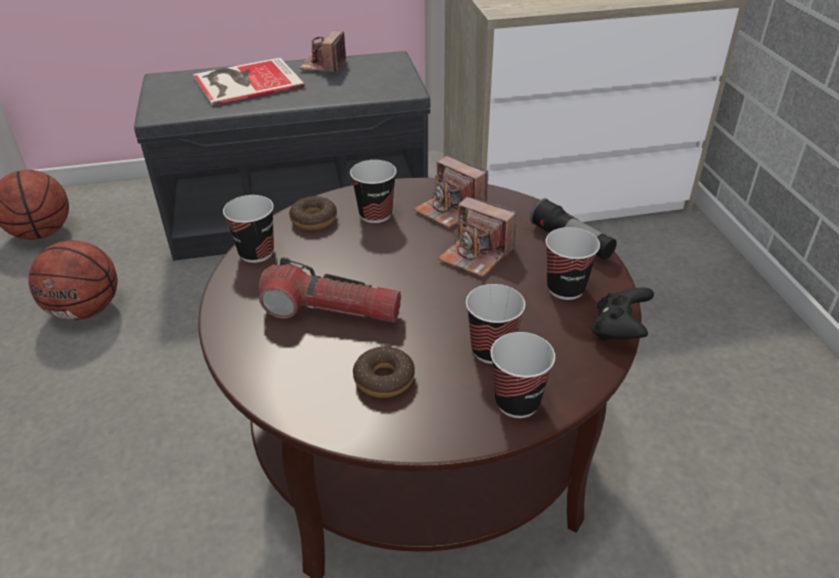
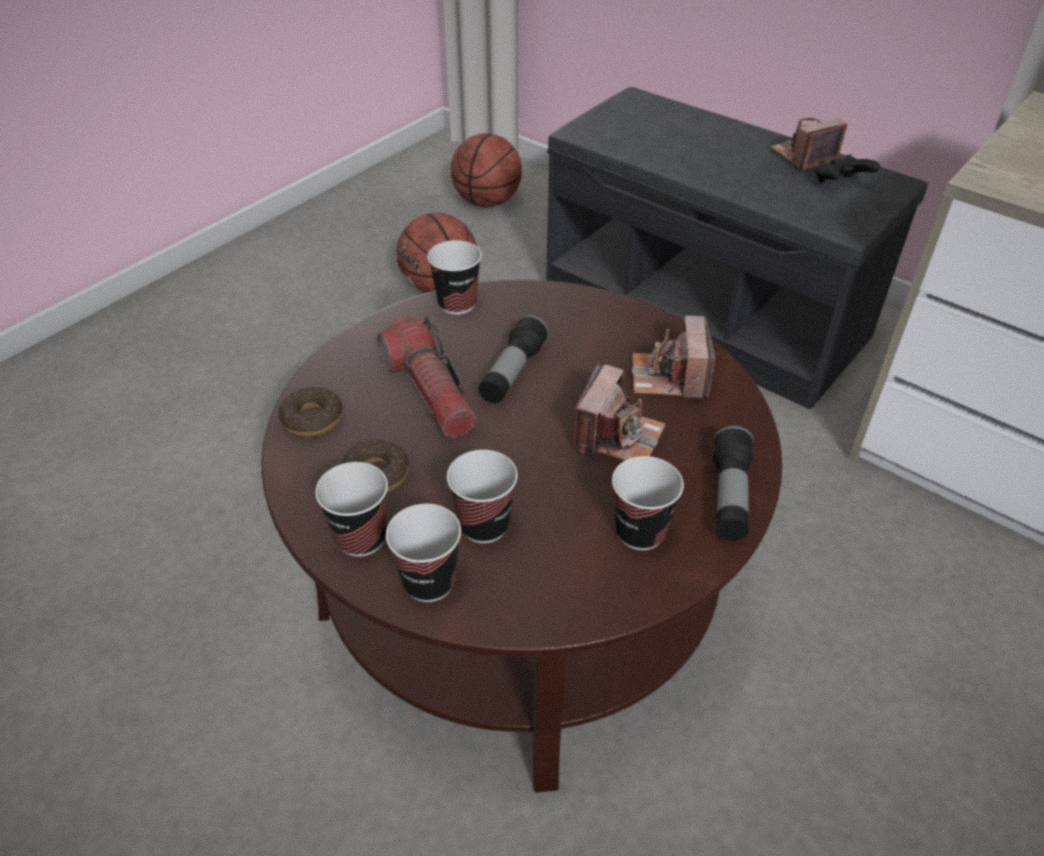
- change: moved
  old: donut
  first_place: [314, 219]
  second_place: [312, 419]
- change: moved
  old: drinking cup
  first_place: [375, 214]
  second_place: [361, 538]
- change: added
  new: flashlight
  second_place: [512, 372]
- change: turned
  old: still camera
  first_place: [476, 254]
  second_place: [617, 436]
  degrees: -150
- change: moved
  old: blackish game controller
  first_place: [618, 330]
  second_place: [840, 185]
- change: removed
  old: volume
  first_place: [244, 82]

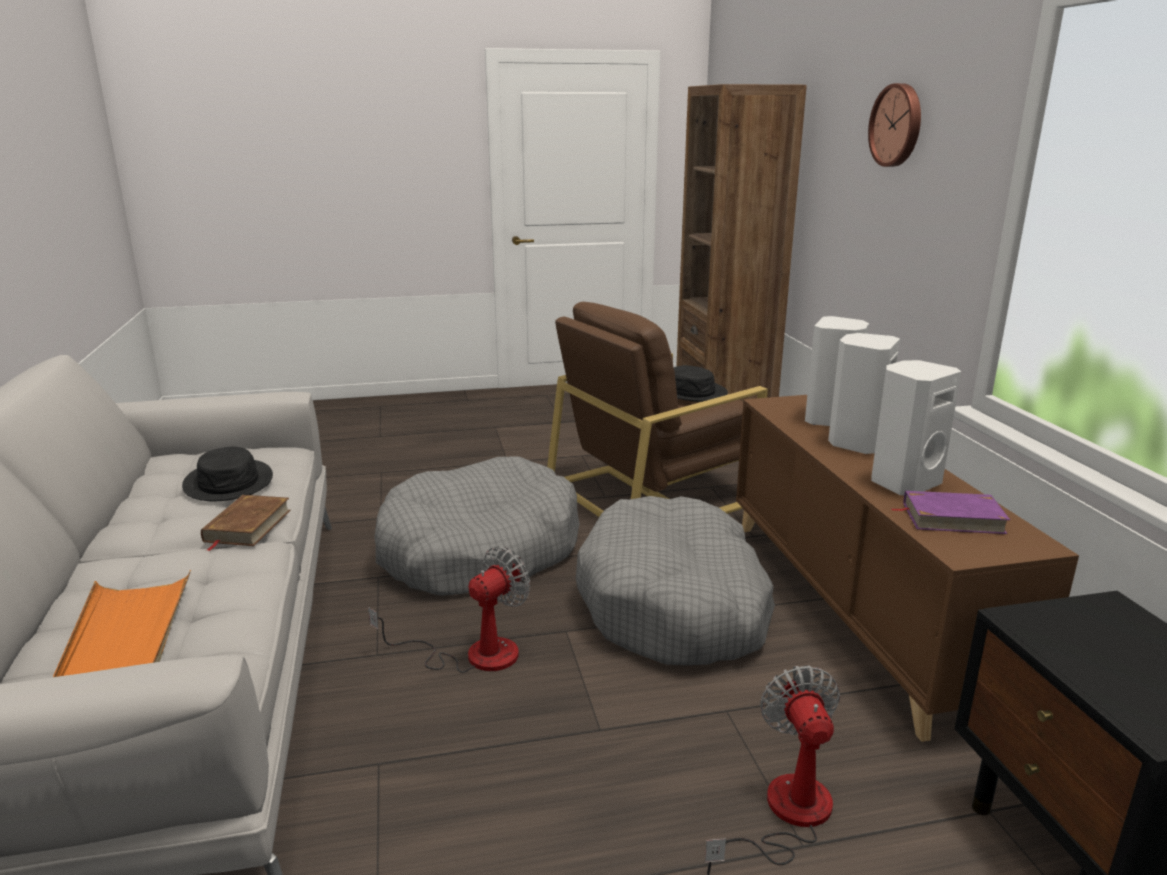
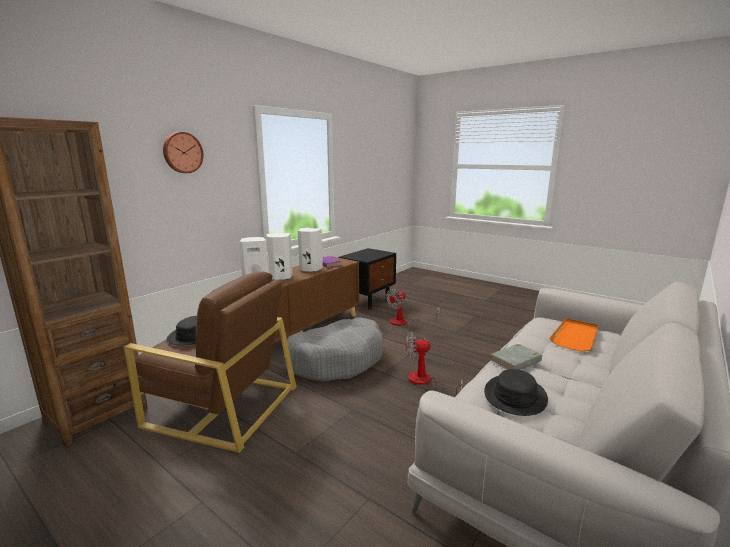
- change: recoloured
  old: brown volume
  new: greyish volume
  first_place: [247, 526]
  second_place: [516, 361]
- change: removed
  old: greyish pet bed
  first_place: [479, 550]

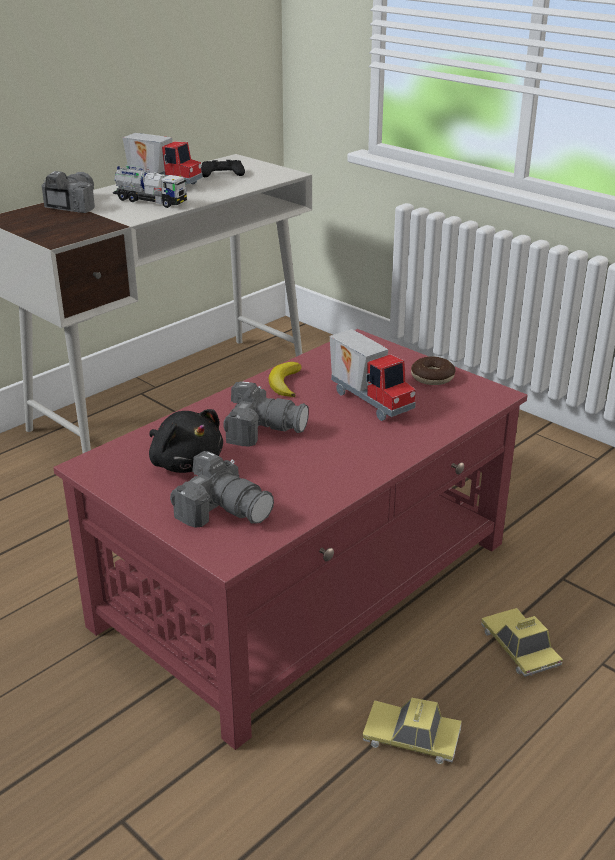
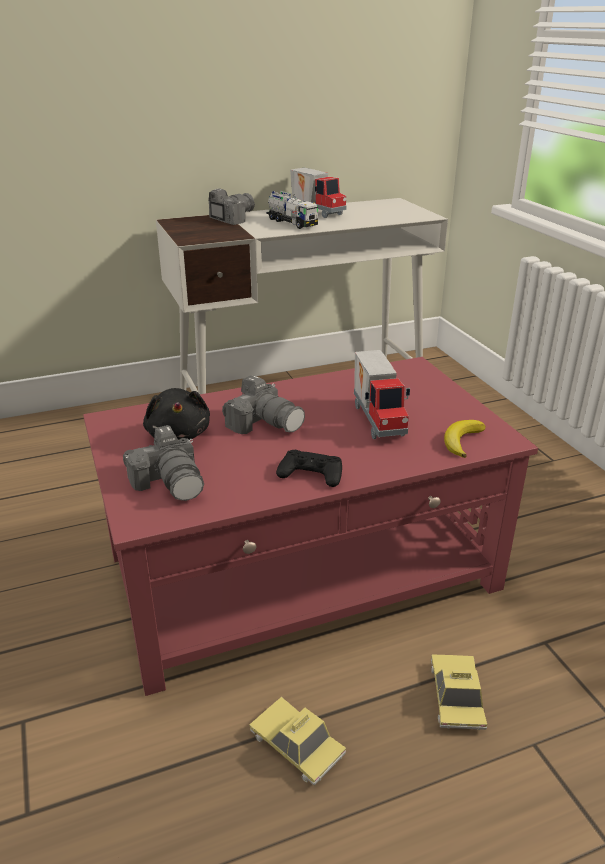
- change: moved
  old: blackish game controller
  first_place: [222, 174]
  second_place: [311, 474]
- change: moved
  old: whole banana
  first_place: [284, 383]
  second_place: [461, 441]
- change: removed
  old: donut
  first_place: [432, 377]

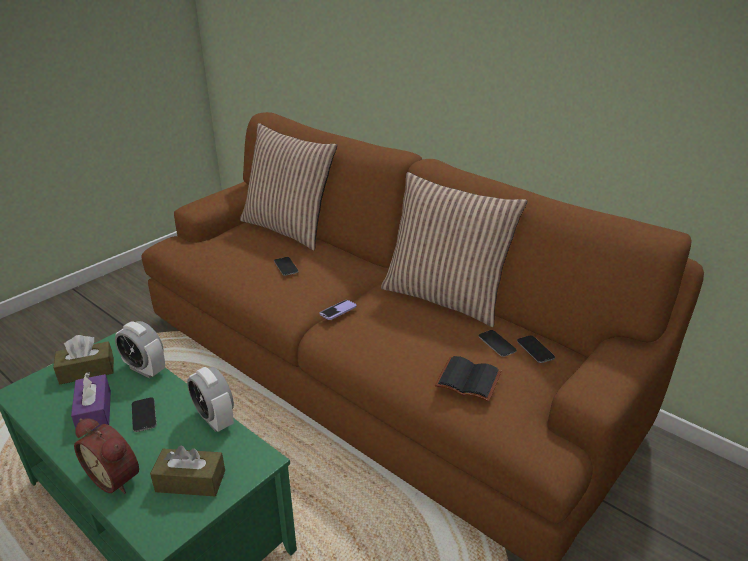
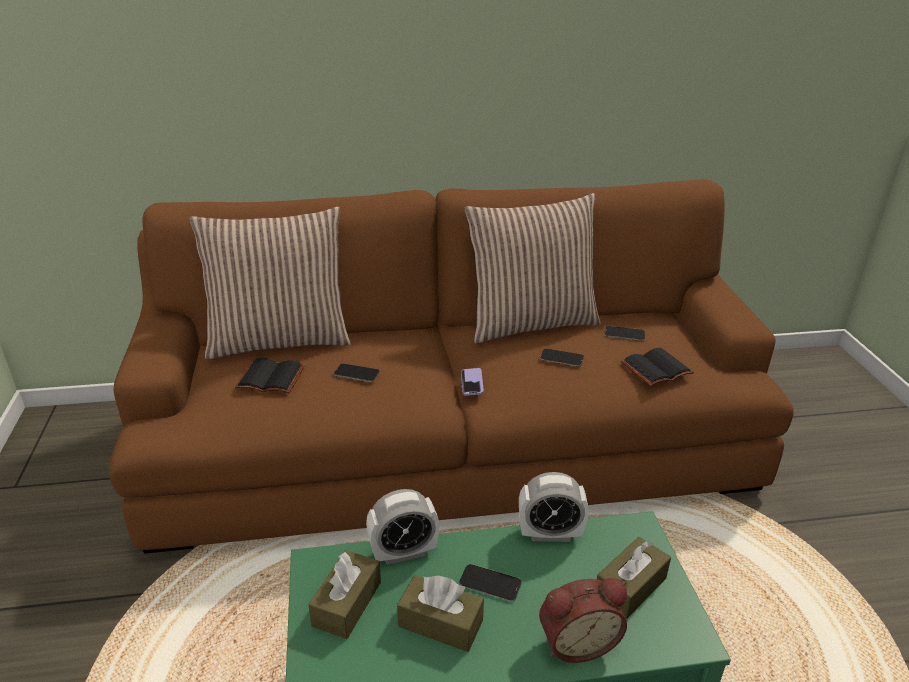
- change: added
  new: blackish volume
  second_place: [272, 377]
- change: recoloured
  old: purple tissue holder
  new: brown tissue holder
  first_place: [94, 411]
  second_place: [440, 623]
- change: moved
  old: phone
  first_place: [535, 350]
  second_place: [562, 358]

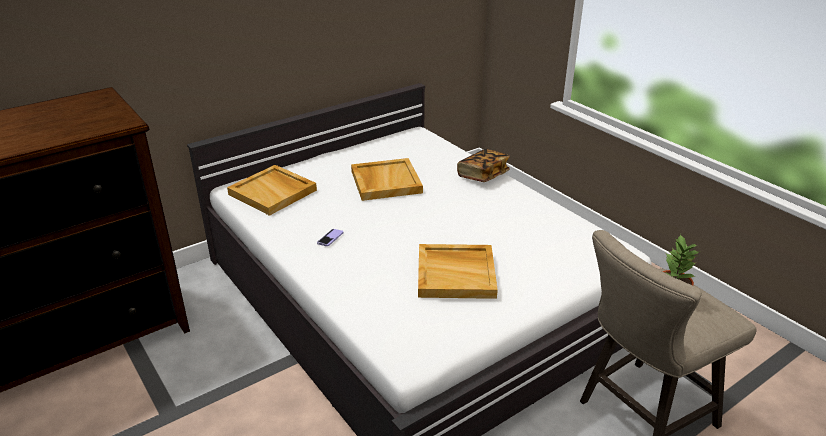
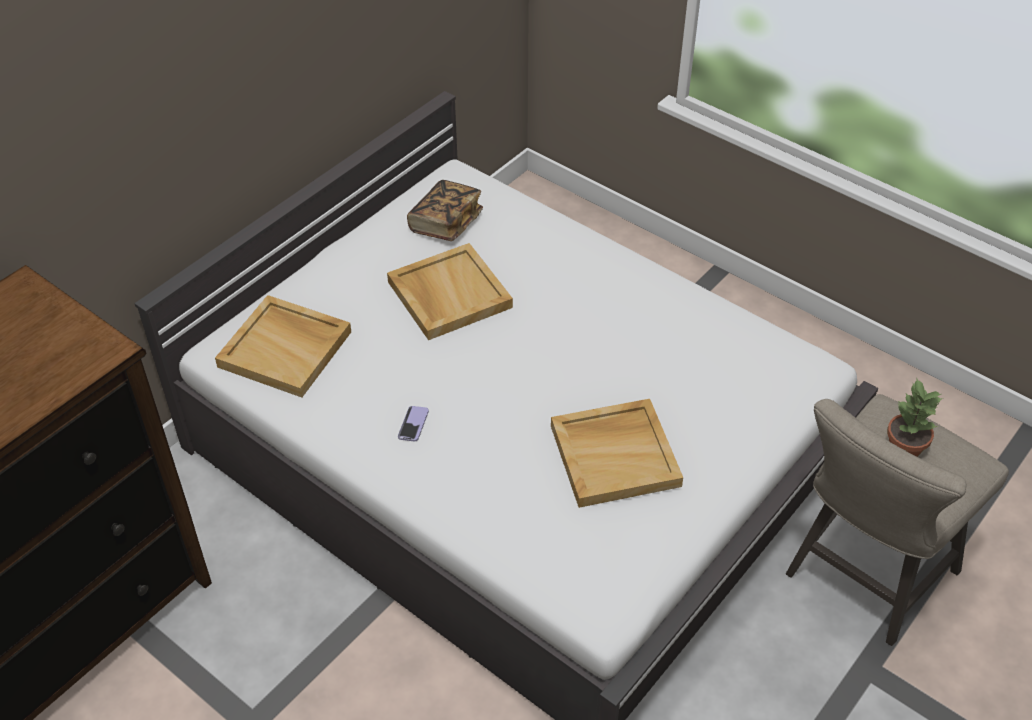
- change: moved
  old: volume
  first_place: [483, 175]
  second_place: [445, 223]

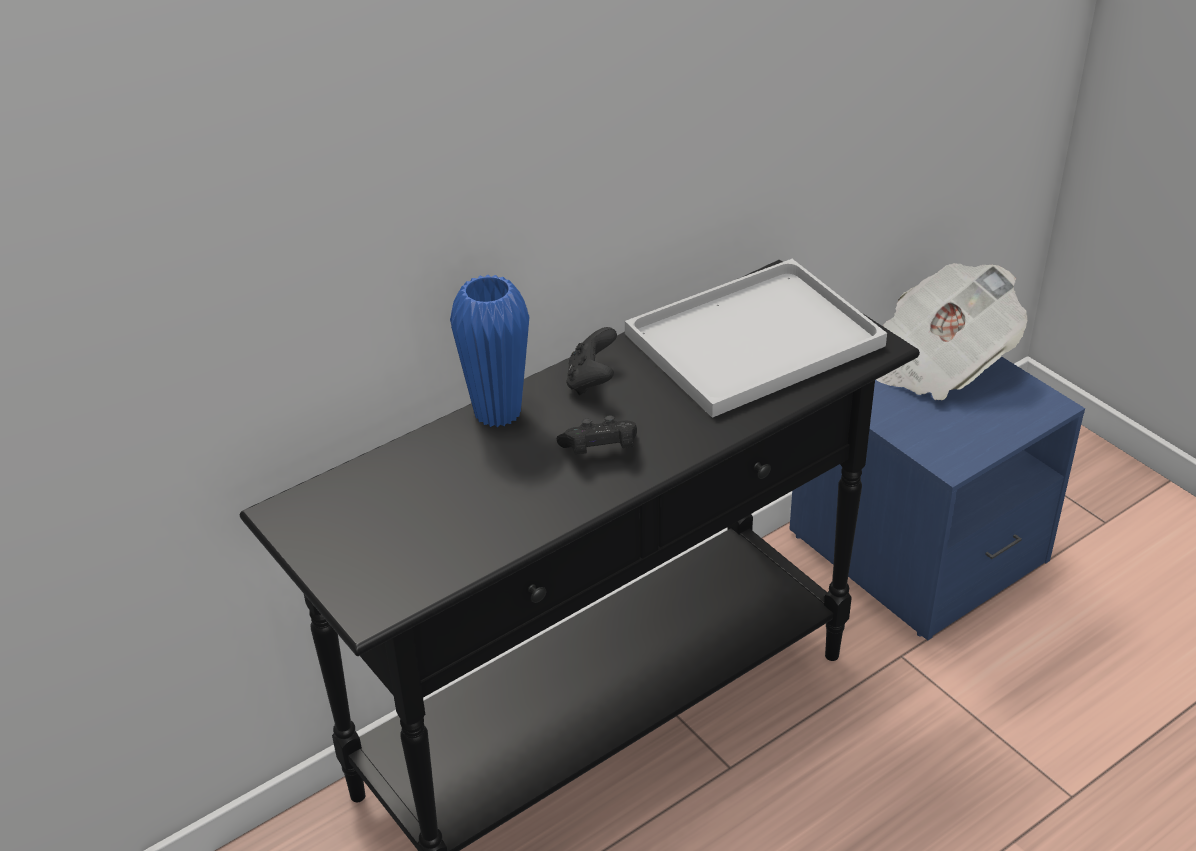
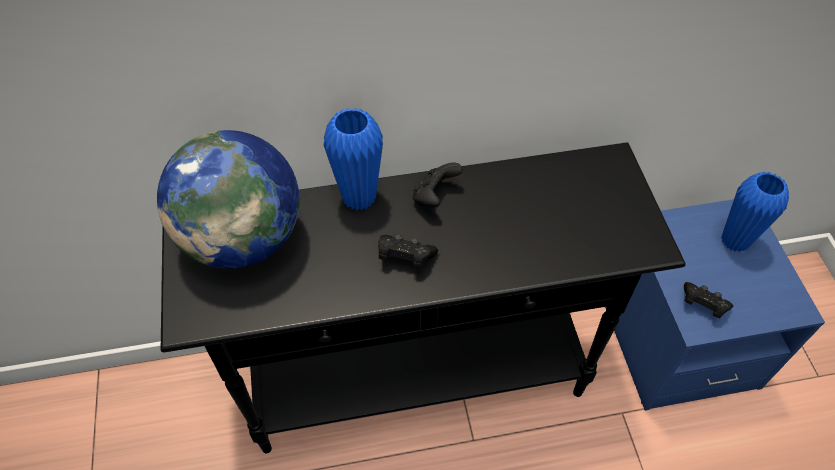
- change: added
  new: world globe
  second_place: [243, 238]
- change: added
  new: blackish game controller
  second_place: [702, 305]
- change: replaced
  old: printed paper
  new: blue decorative vase
  first_place: [939, 363]
  second_place: [735, 240]
- change: removed
  old: whitish carrying tray
  first_place: [756, 337]

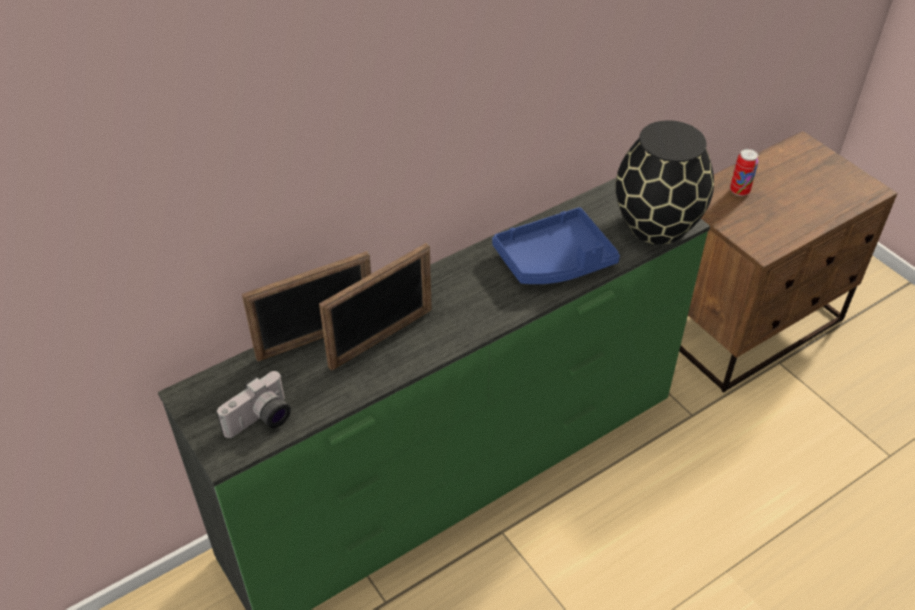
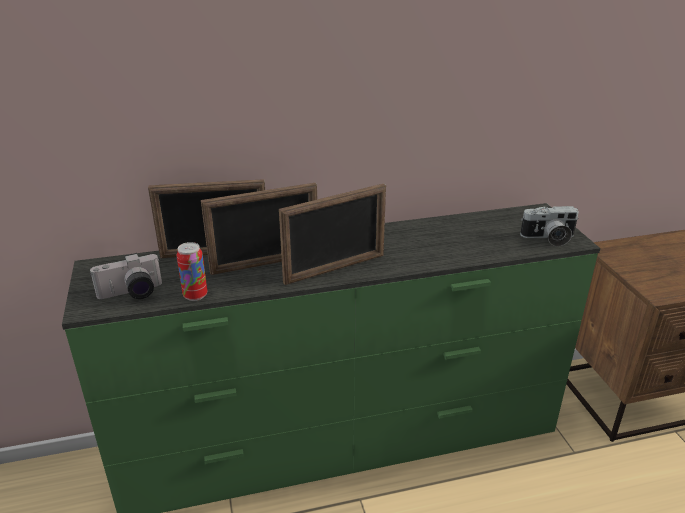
- change: moved
  old: can
  first_place: [739, 191]
  second_place: [195, 295]
- change: added
  new: photo frame
  second_place: [335, 269]
- change: replaced
  old: blackish decorative vase
  new: still camera
  first_place: [657, 224]
  second_place: [548, 238]
- change: removed
  old: blue carrying tray
  first_place: [555, 261]

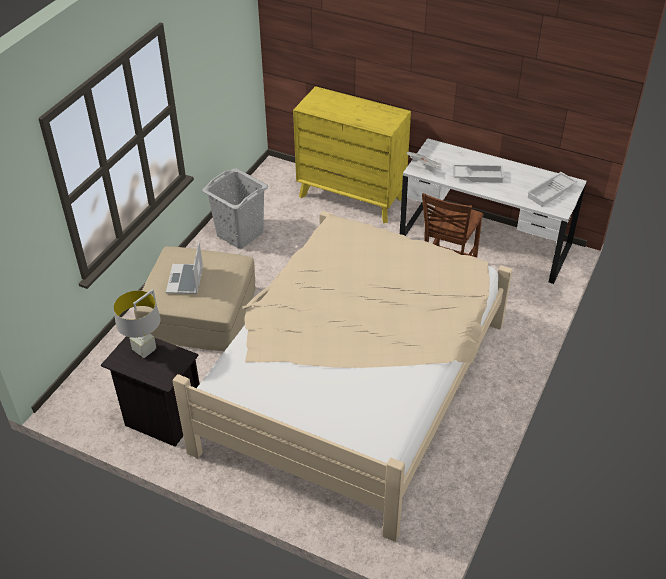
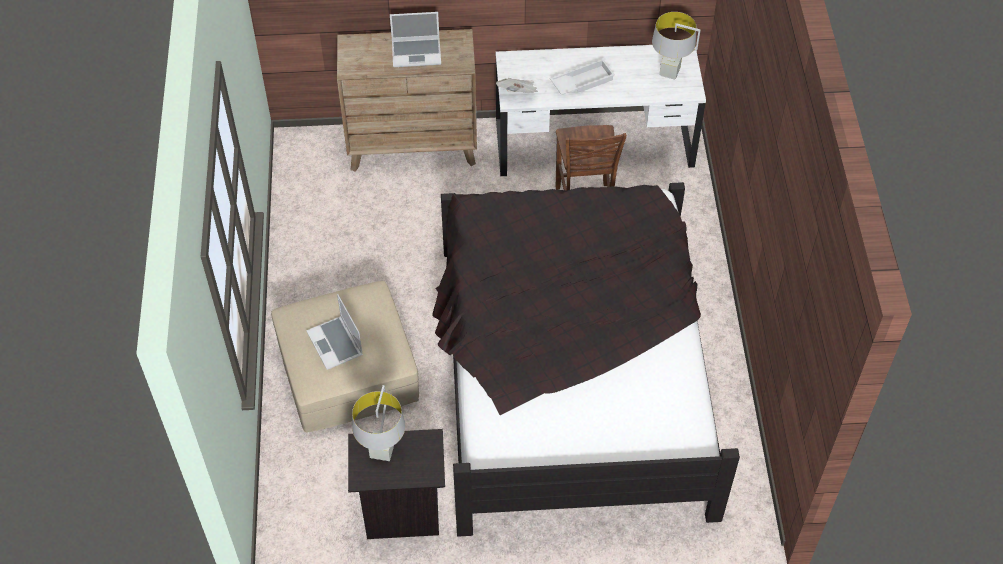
- change: recoloured
  old: yellow-coloured drawer chest
  new: brown drawer chest
  first_place: [351, 197]
  second_place: [412, 147]
- change: added
  new: portable computer
  second_place: [417, 53]
- change: recoloured
  old: beige-coloured sleeping bed
  new: blackish sleeping bed
  first_place: [354, 383]
  second_place: [571, 375]
- change: replaced
  old: whitish carrying tray
  new: greyish lamp for a table
  first_place: [551, 192]
  second_place: [670, 73]
- change: removed
  old: greyish laundry basket
  first_place: [240, 233]

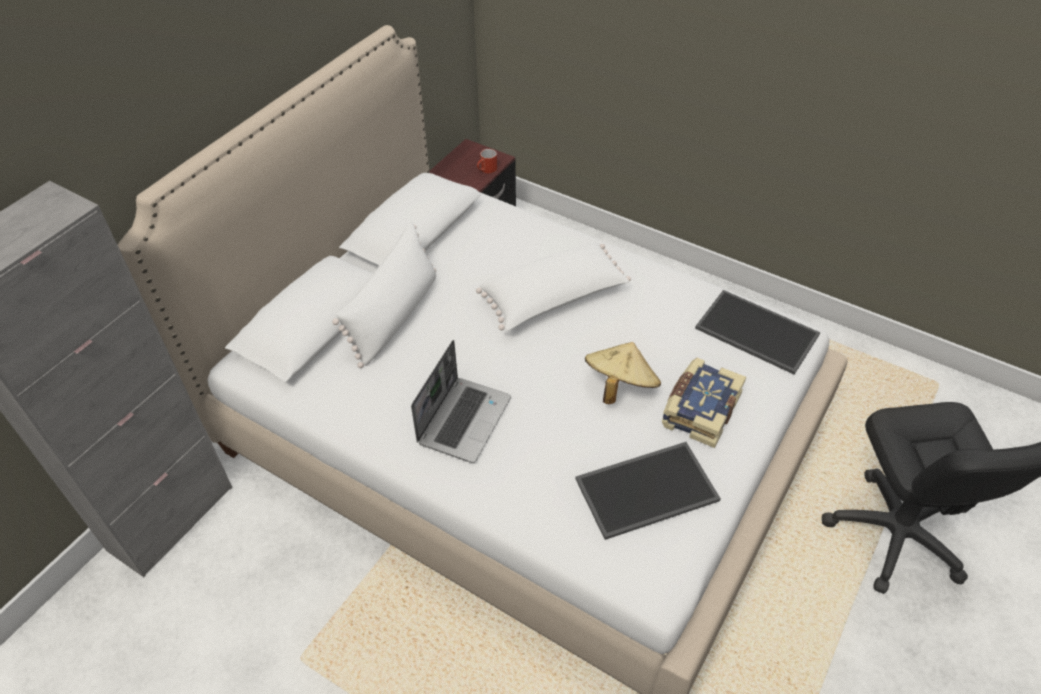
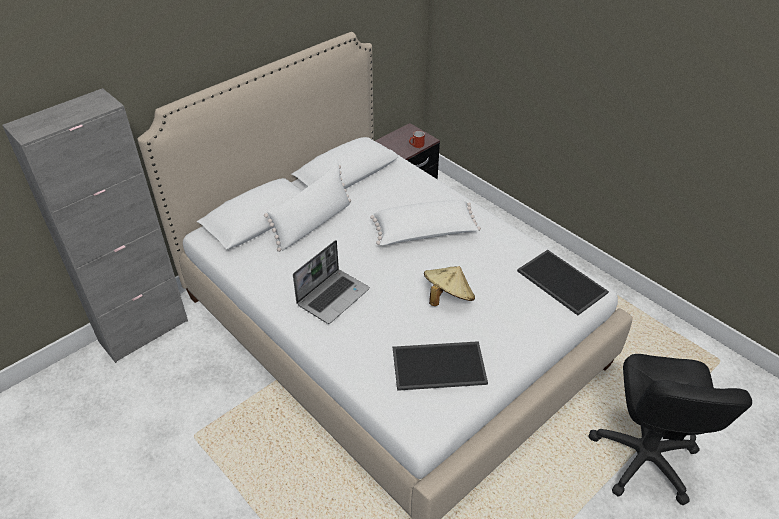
- change: removed
  old: volume
  first_place: [699, 410]

